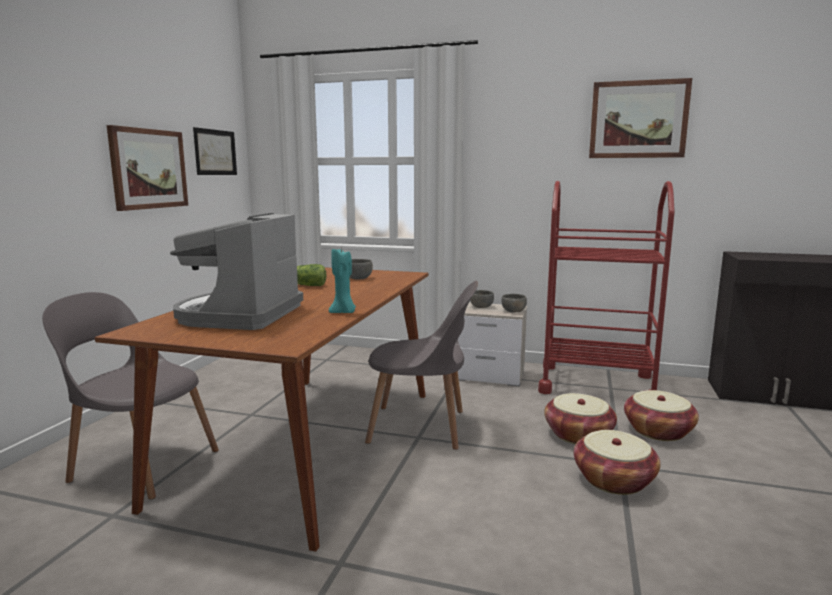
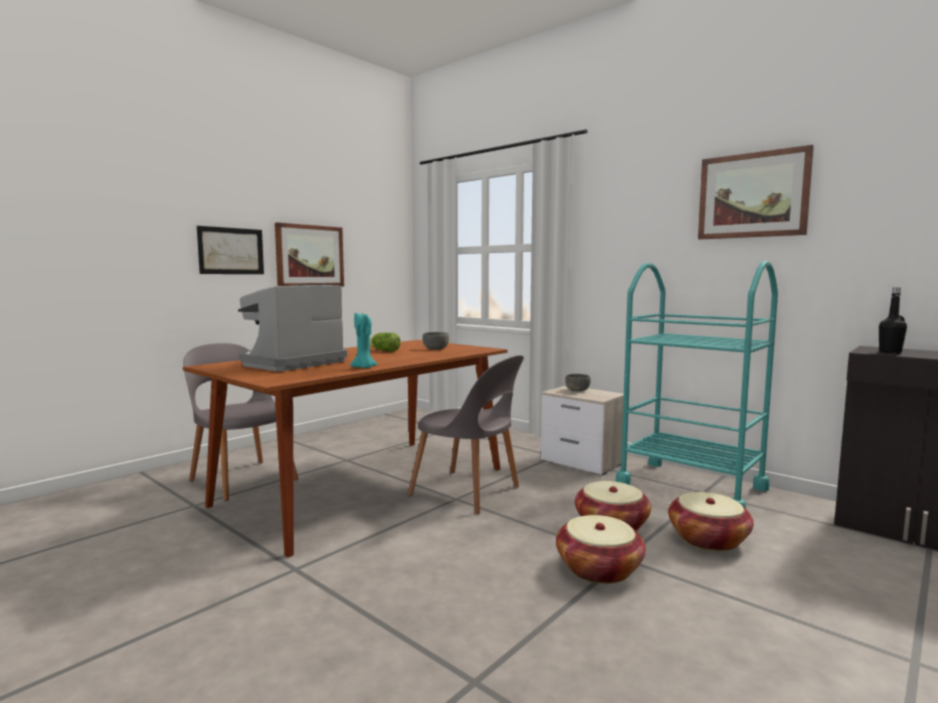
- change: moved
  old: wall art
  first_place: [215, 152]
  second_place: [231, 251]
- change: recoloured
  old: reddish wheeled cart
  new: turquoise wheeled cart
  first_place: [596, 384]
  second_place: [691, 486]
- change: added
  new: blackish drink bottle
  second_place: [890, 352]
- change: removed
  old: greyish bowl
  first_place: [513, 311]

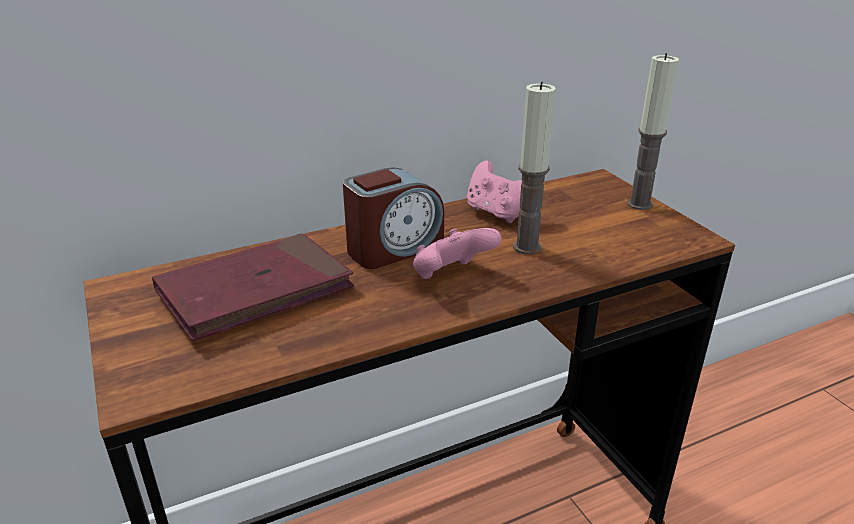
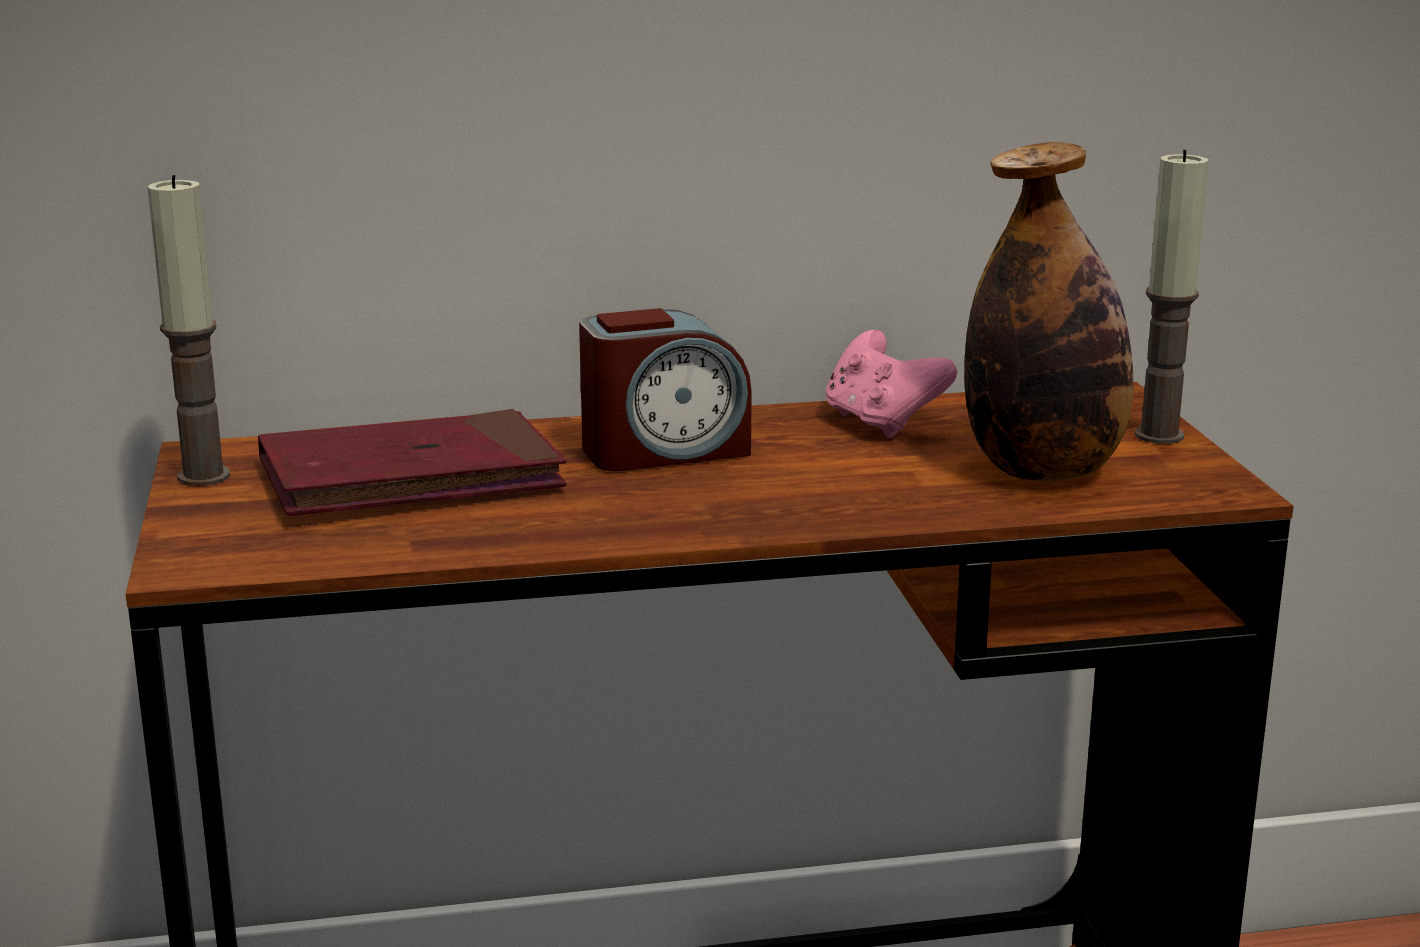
- change: moved
  old: candle
  first_place: [527, 247]
  second_place: [204, 476]
- change: added
  new: drink bottle
  second_place: [1043, 471]
- change: removed
  old: pinkish game controller
  first_place: [451, 276]

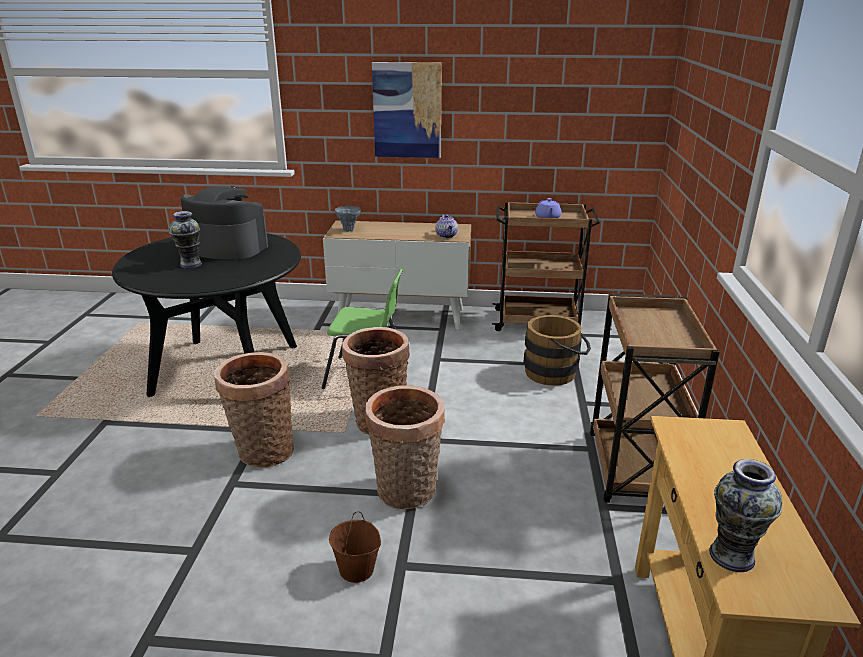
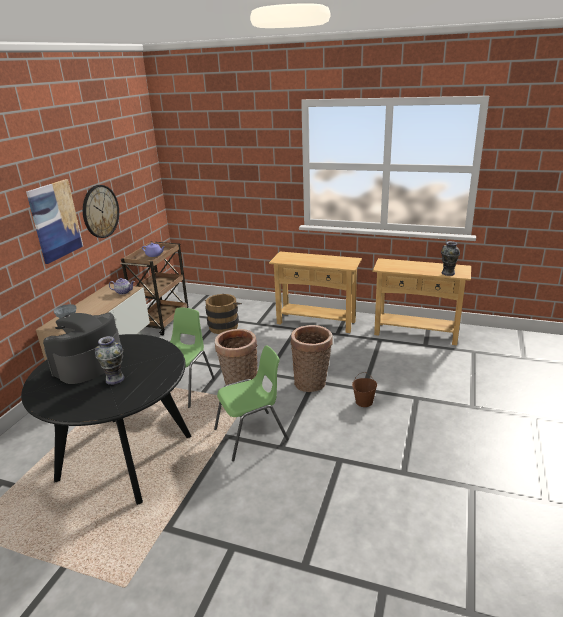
- change: added
  new: hanging clock
  second_place: [100, 211]
- change: replaced
  old: household basket
  new: green-coloured upright chair
  first_place: [262, 452]
  second_place: [252, 435]
- change: replaced
  old: brown wheeled cart
  new: beige-coloured console table
  first_place: [634, 470]
  second_place: [316, 322]

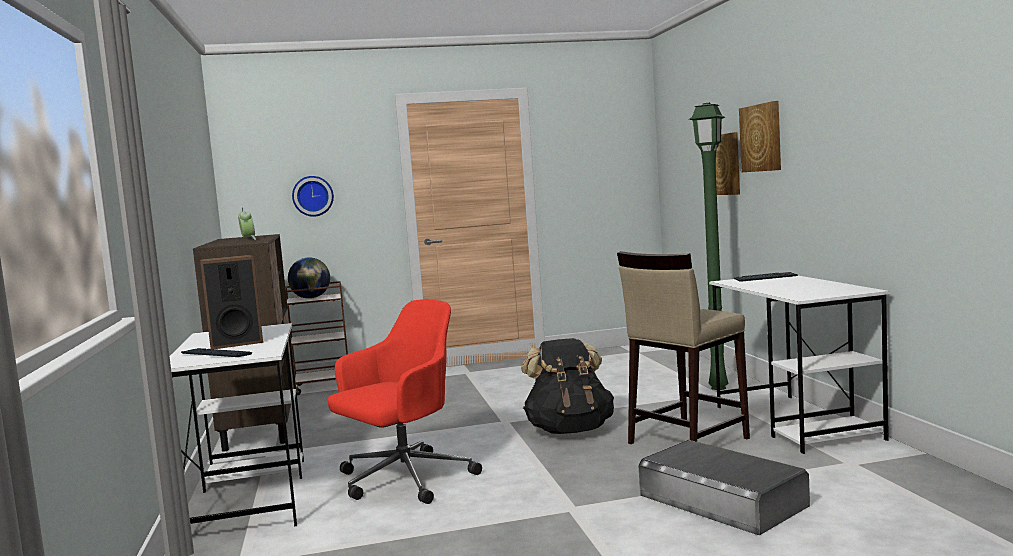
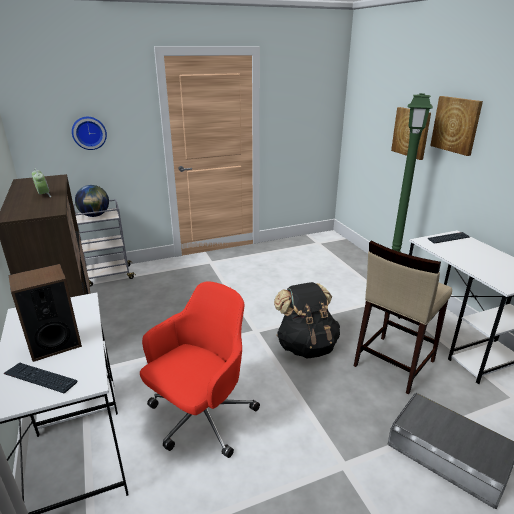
- change: recoloured
  old: brown wheeled cart
  new: greyish wheeled cart
  first_place: [323, 387]
  second_place: [108, 276]

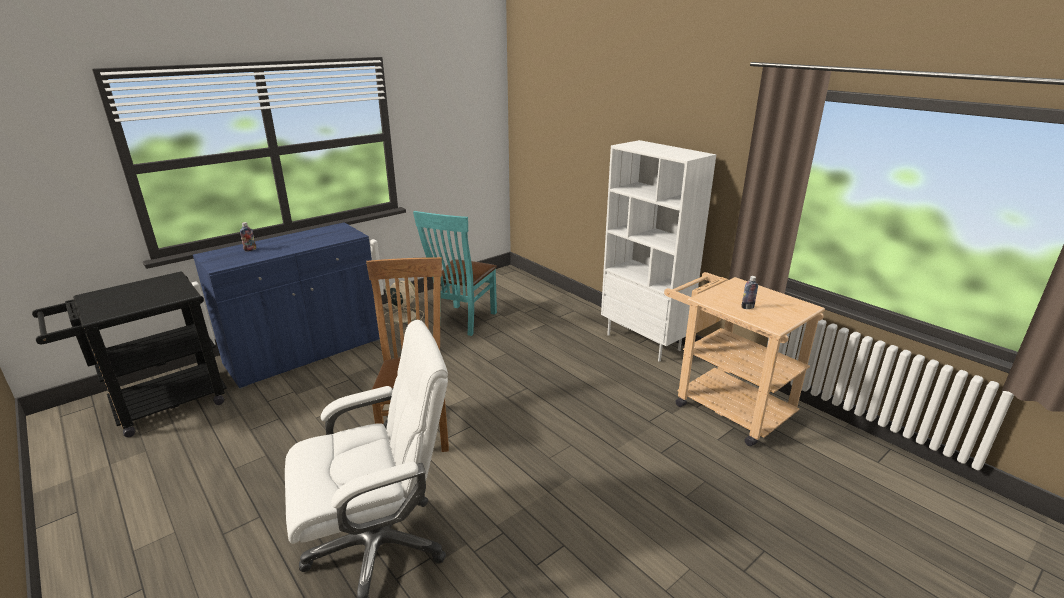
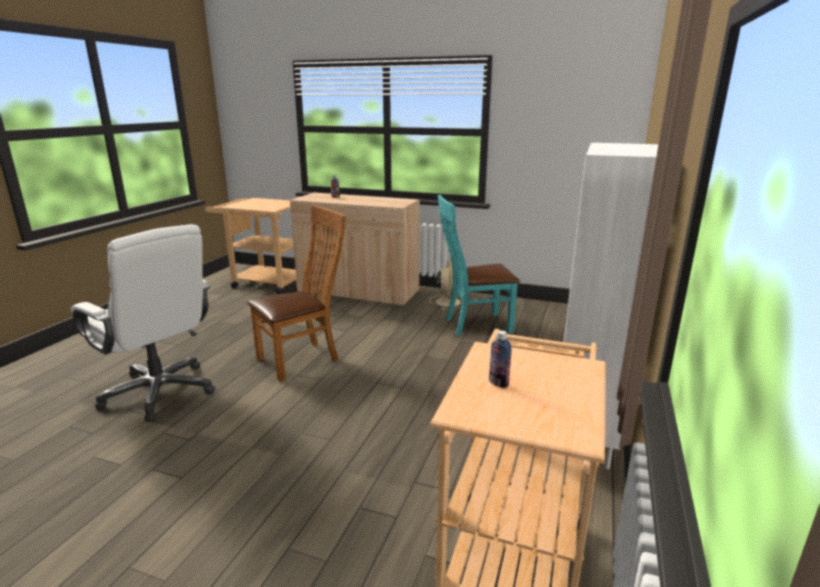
- change: recoloured
  old: blackish wheeled cart
  new: beige-coloured wheeled cart
  first_place: [158, 406]
  second_place: [264, 282]
- change: recoloured
  old: blue cupboard
  new: beige-coloured cupboard
  first_place: [305, 352]
  second_place: [358, 292]

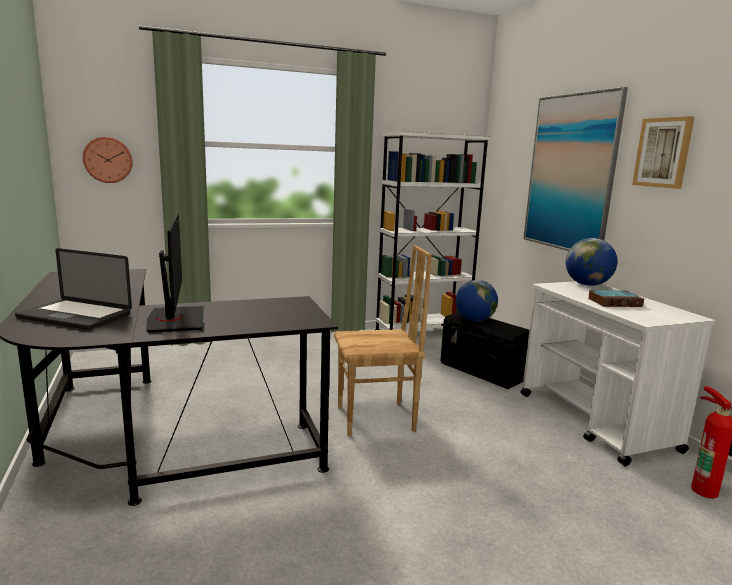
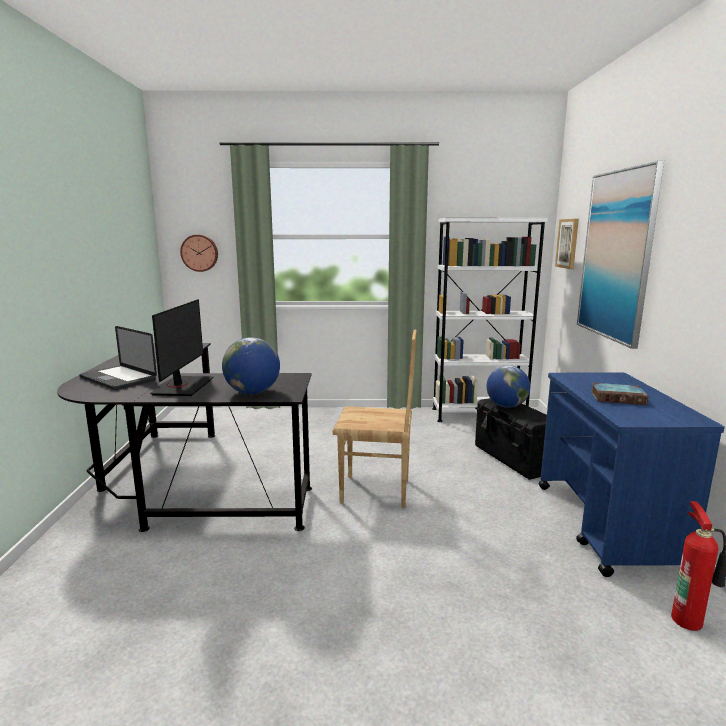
- change: moved
  old: world globe
  first_place: [587, 285]
  second_place: [253, 392]
- change: recoloured
  old: whitish wheeled cart
  new: blue wheeled cart
  first_place: [596, 422]
  second_place: [606, 526]
- change: moved
  old: wall art
  first_place: [663, 152]
  second_place: [568, 243]

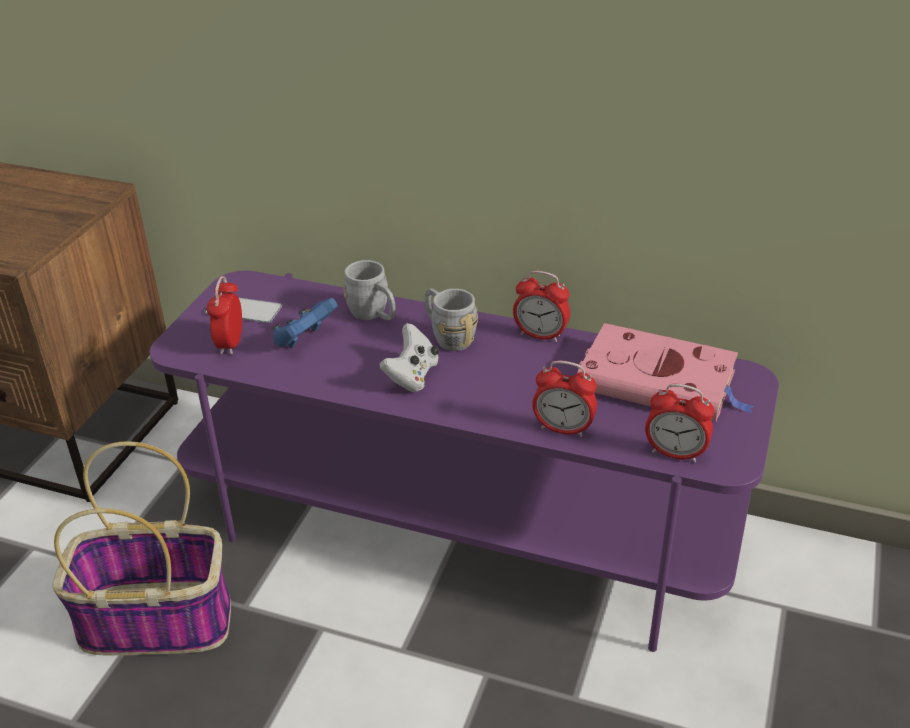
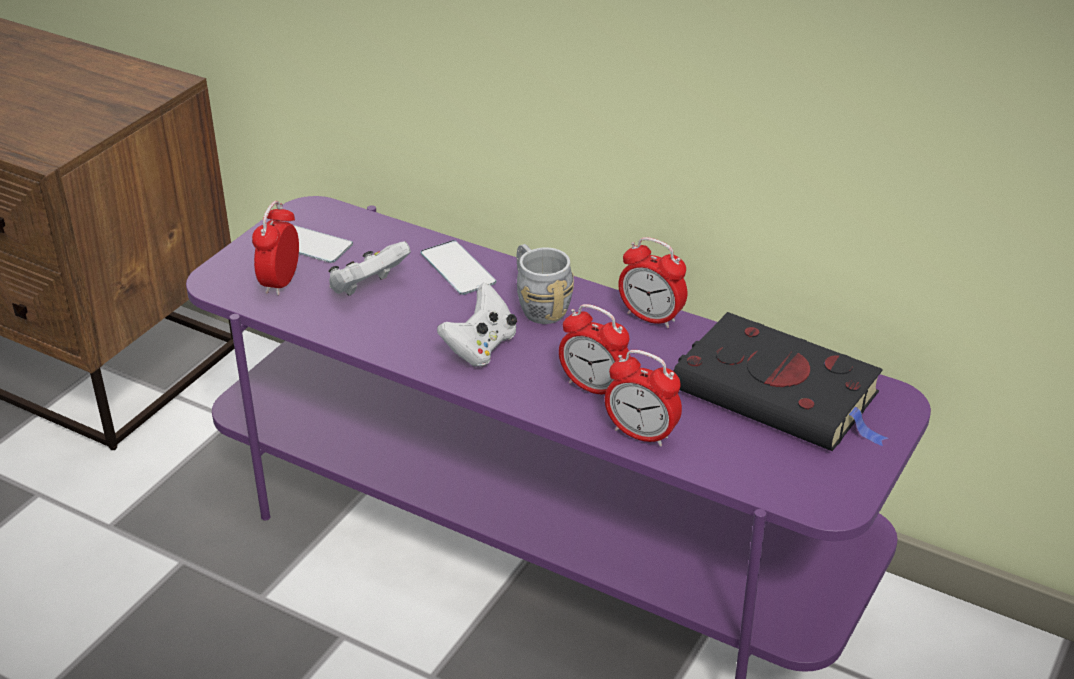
- change: recoloured
  old: blue game controller
  new: whitish game controller
  first_place: [305, 339]
  second_place: [368, 288]
- change: replaced
  old: greyish coffee mug
  new: phone
  first_place: [374, 315]
  second_place: [457, 268]
- change: moved
  old: bedside clock
  first_place: [675, 453]
  second_place: [594, 387]
- change: recoloured
  old: pinkish volume
  new: blackish volume
  first_place: [661, 382]
  second_place: [781, 394]
- change: removed
  old: household basket
  first_place: [159, 620]

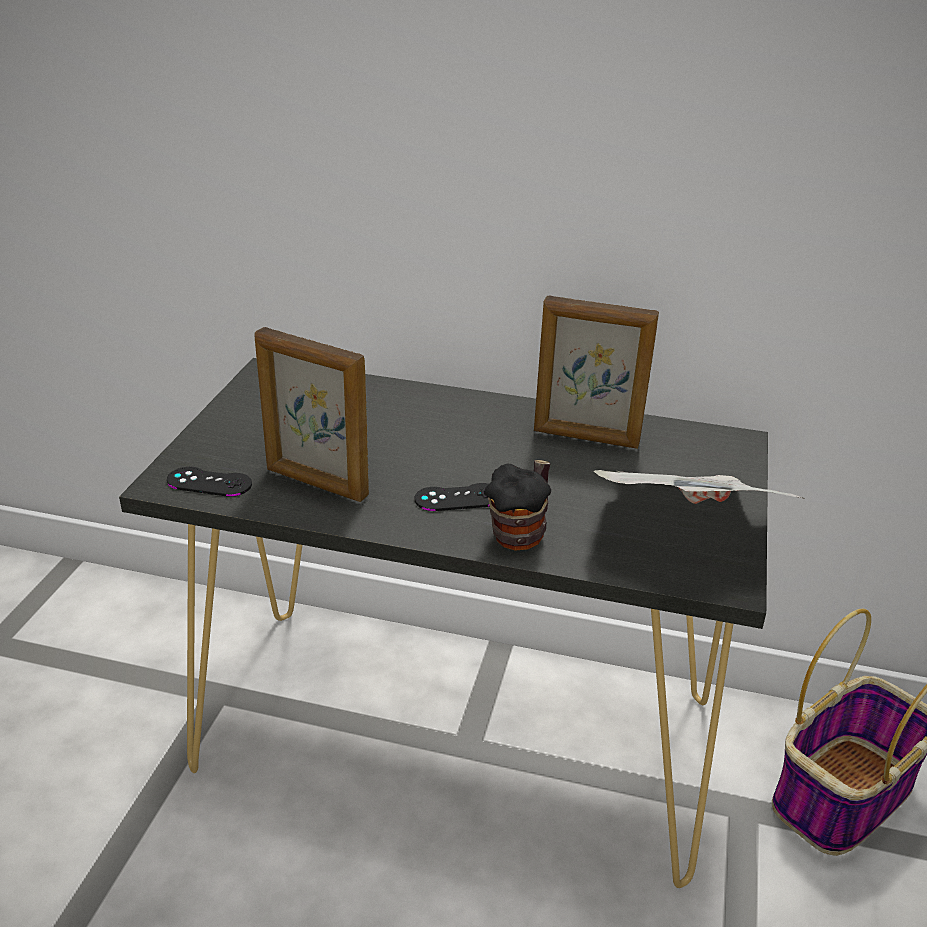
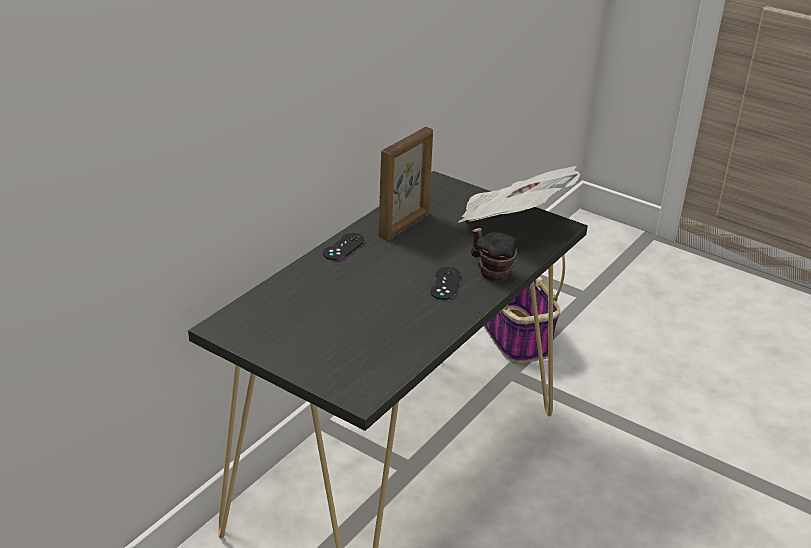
- change: moved
  old: blackish game controller
  first_place: [209, 482]
  second_place: [343, 247]
- change: removed
  old: photo frame
  first_place: [316, 483]

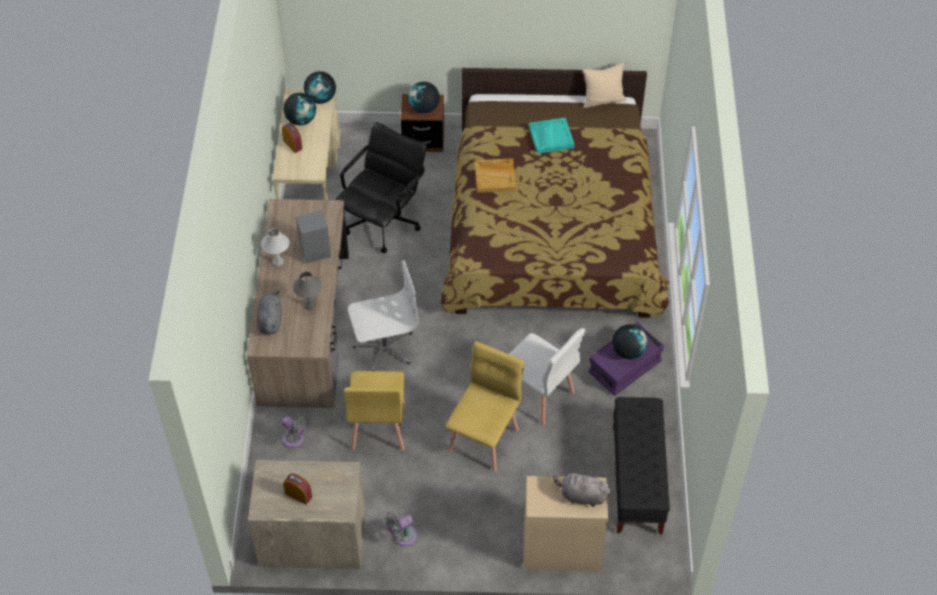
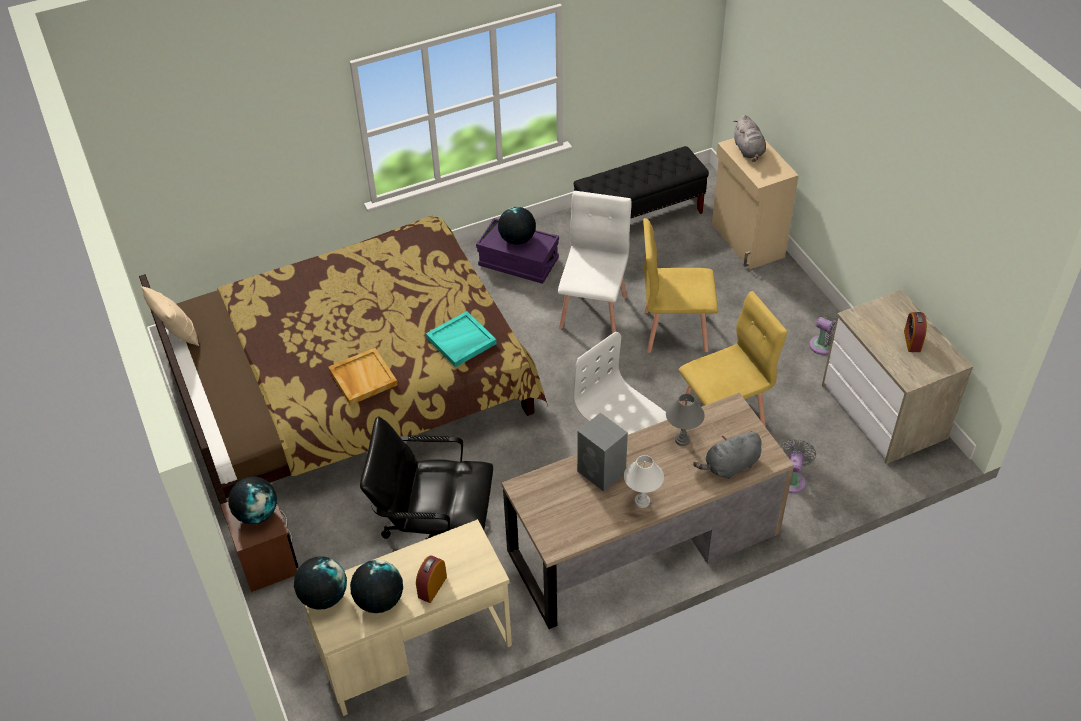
- change: moved
  old: turquoise carrying tray
  first_place: [550, 137]
  second_place: [461, 341]

